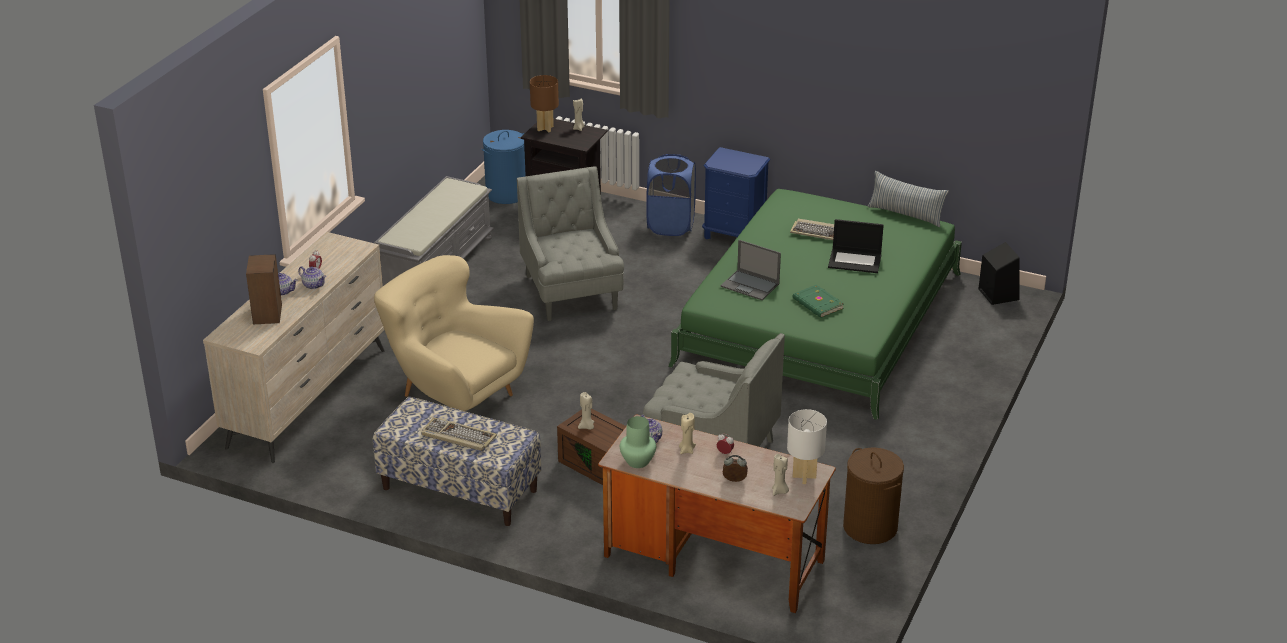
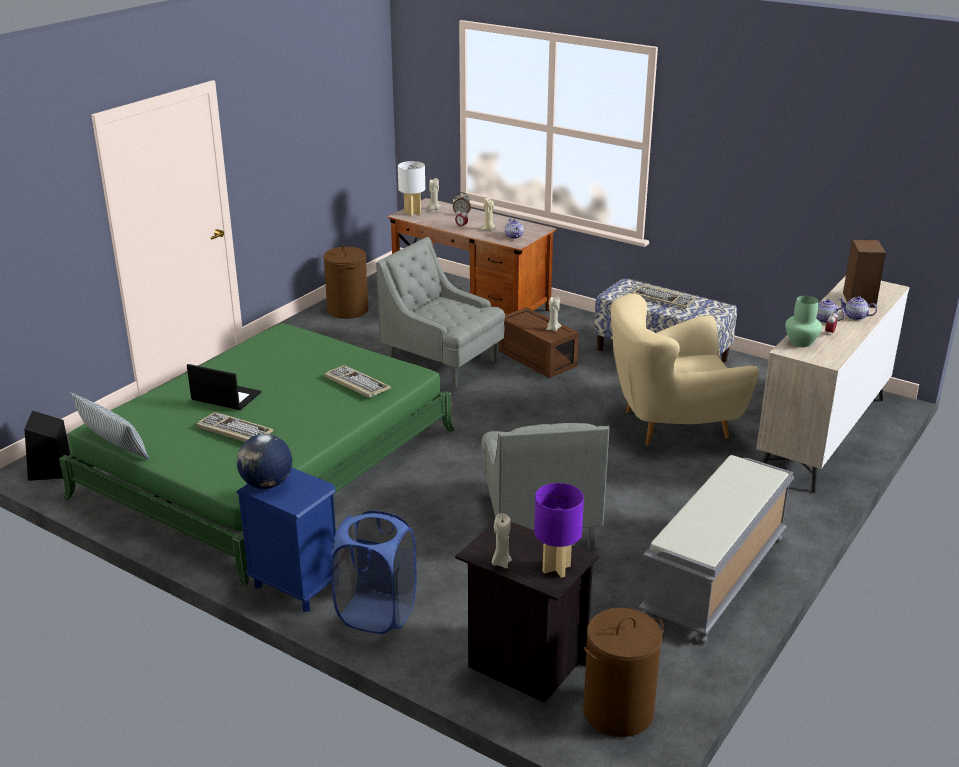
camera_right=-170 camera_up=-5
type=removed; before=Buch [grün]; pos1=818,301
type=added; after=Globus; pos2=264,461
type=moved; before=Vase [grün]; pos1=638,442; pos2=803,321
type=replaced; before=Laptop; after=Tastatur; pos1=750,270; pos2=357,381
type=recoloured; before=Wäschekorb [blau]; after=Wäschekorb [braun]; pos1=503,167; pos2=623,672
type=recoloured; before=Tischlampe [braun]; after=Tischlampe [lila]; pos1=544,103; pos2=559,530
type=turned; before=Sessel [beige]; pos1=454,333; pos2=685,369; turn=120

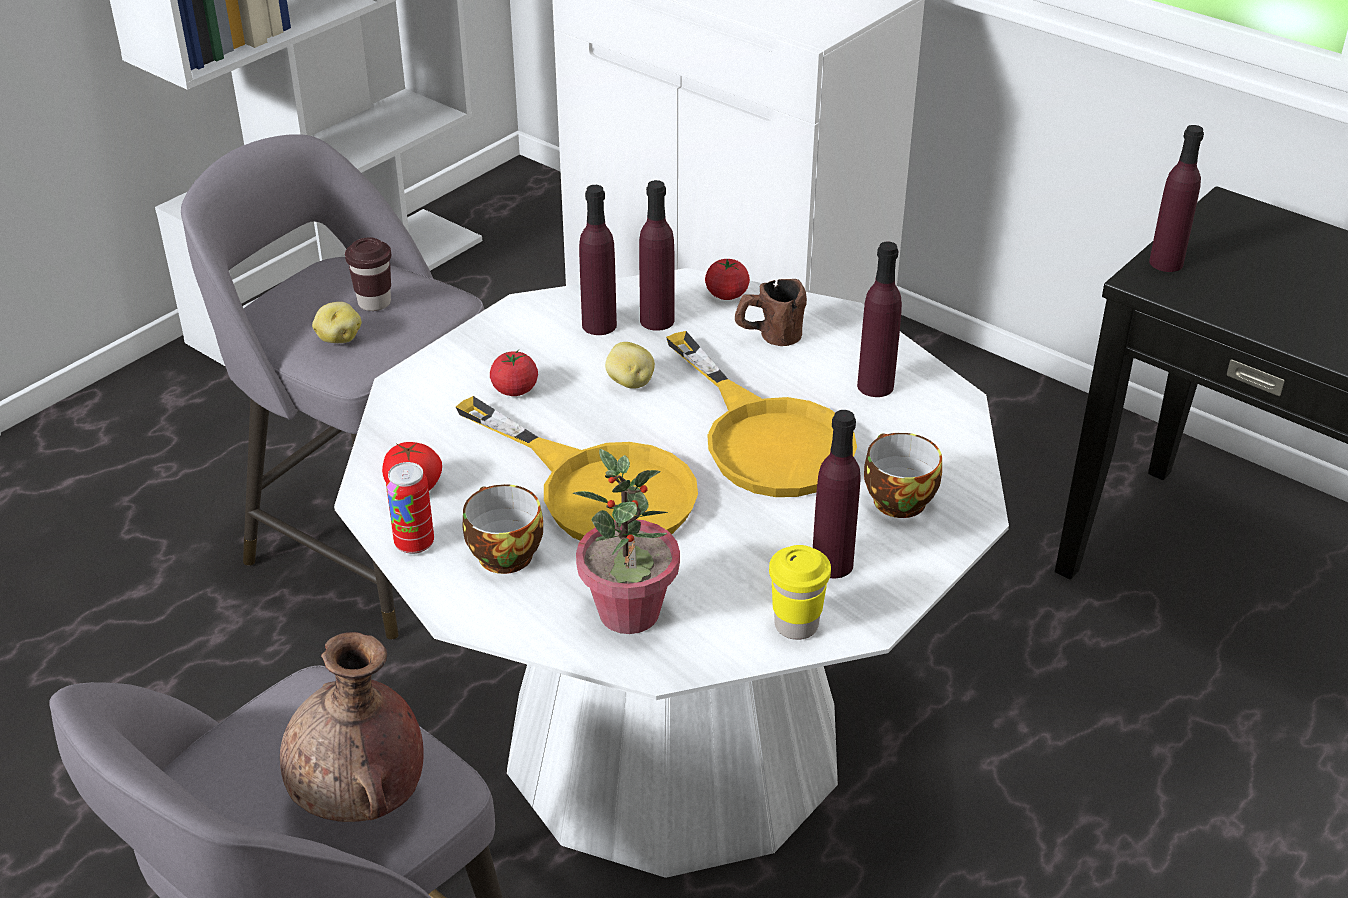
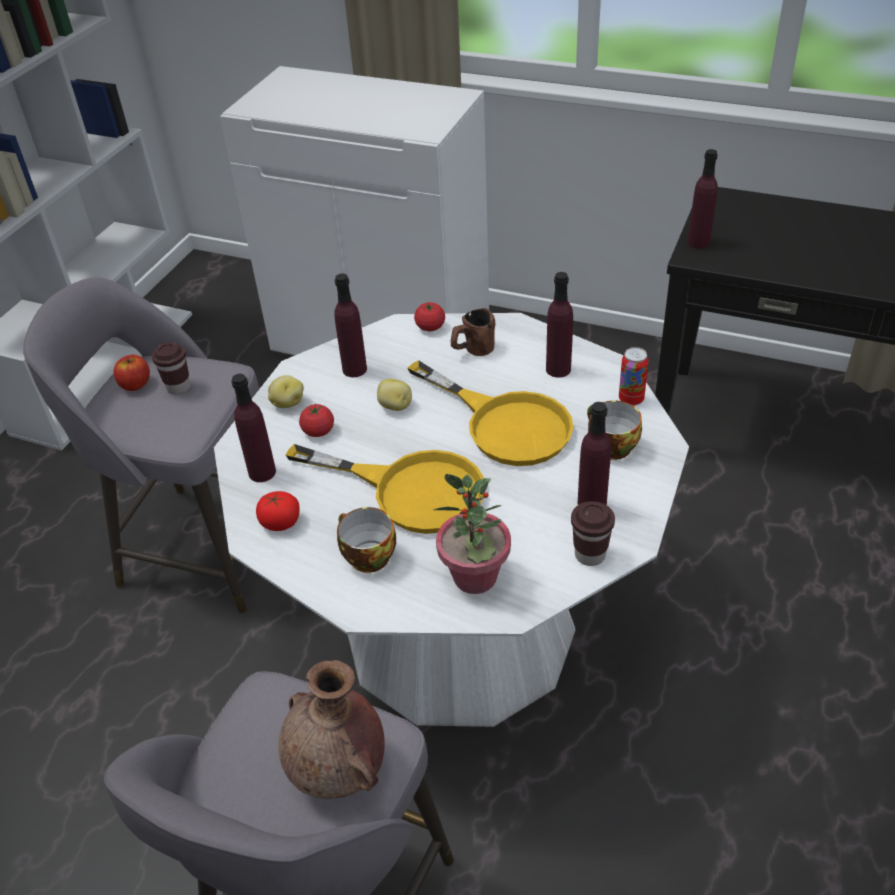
camera_right=-15 camera_up=5
type=added; after=Apfel; pos2=132,373
type=moved; before=Kartoffel; pos1=336,322; pos2=286,391
type=moved; before=Dose; pos1=410,508; pos2=634,376
type=moved; before=Flasche [lila]; pos1=657,255; pos2=253,428
type=recoloured; before=Tasse [gelb]; after=Tasse [braun]; pos1=800,592; pos2=593,533

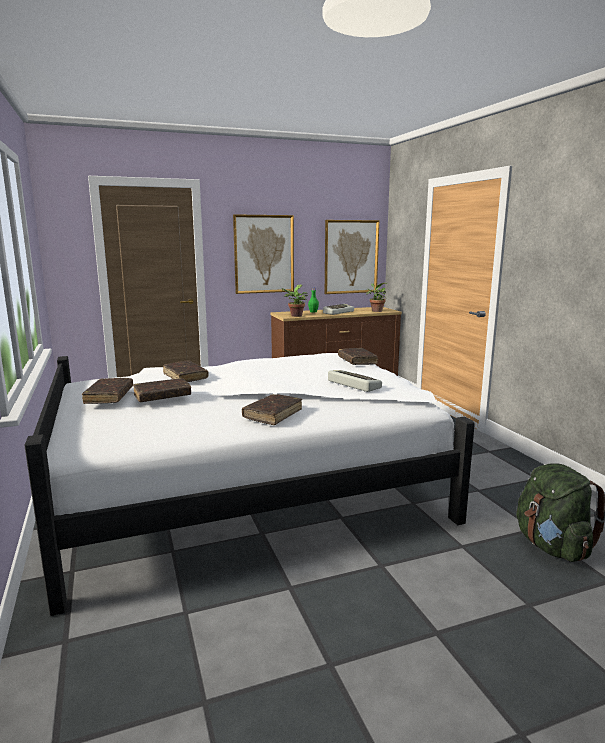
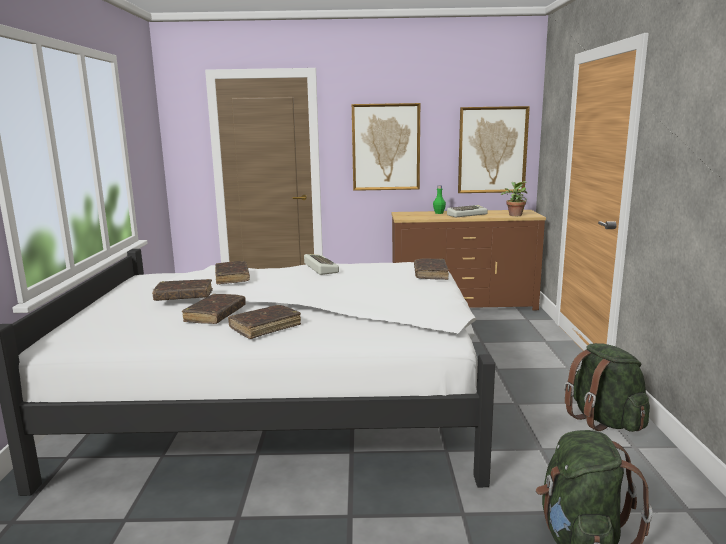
camera_right=20 camera_up=0
type=removed; before=Topfpflanze; pos1=295,301
type=added; after=Rucksack [grün]; pos2=607,387
type=moved; before=Buch [braun]; pos1=107,391; pos2=214,309
type=moved; before=Tastatur; pos1=355,381; pos2=321,264

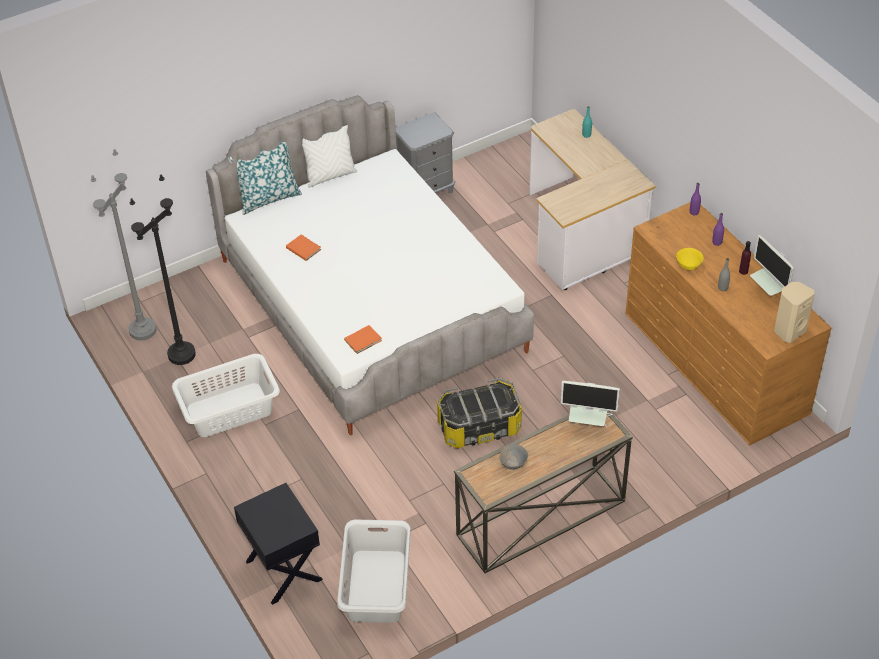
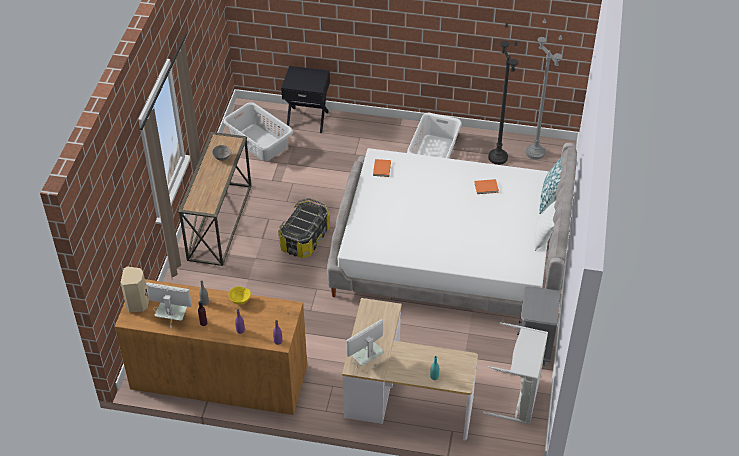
camera_right=130 camera_up=0
type=added; after=Wäschekorb [grau]; pos2=515,373
type=moved; before=Monitor; pos1=590,404; pos2=365,343

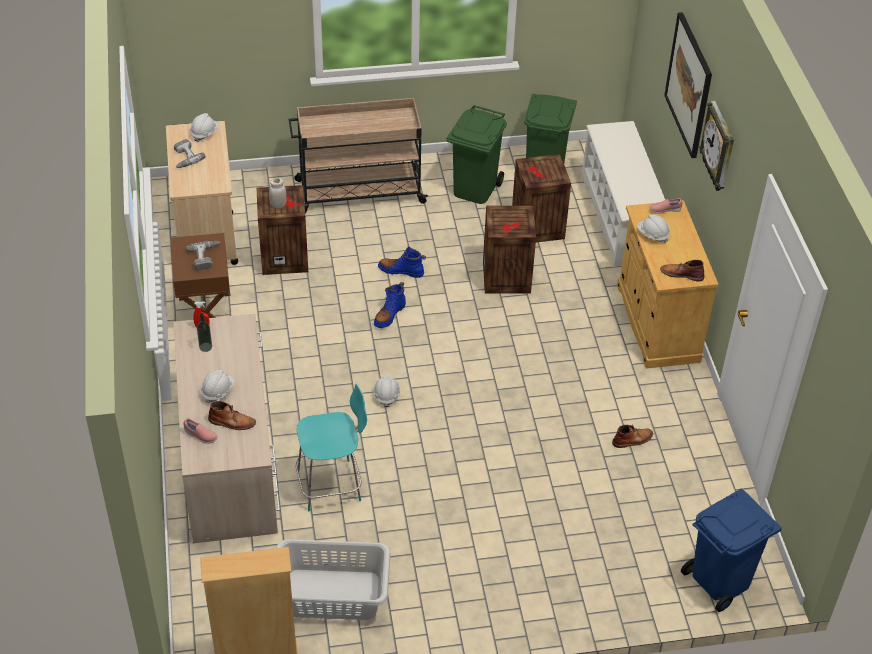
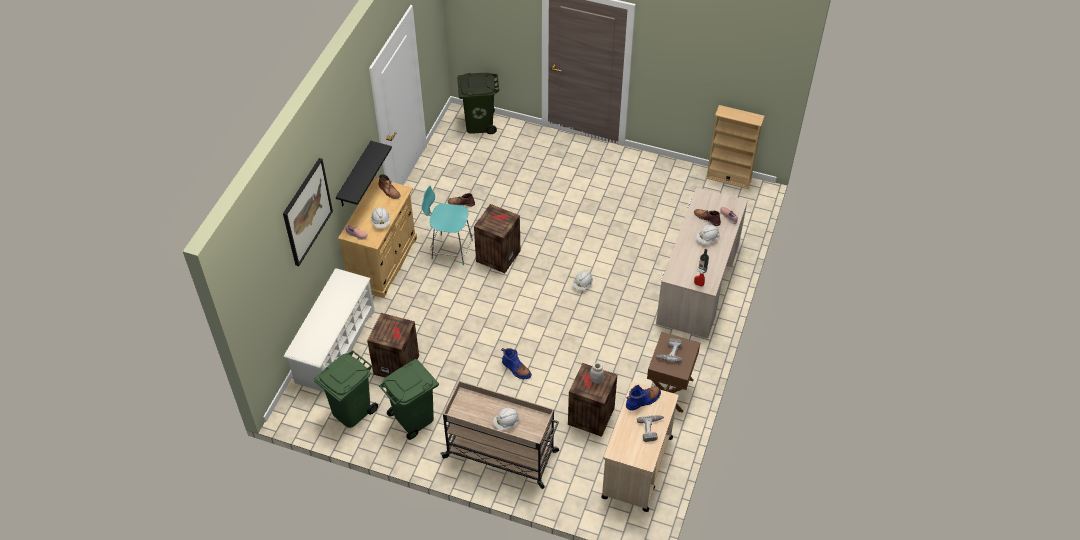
camera_right=-150 camera_up=5
type=removed; before=Wäschekorb [grau]; pos1=333,579
type=removed; before=Wanduhr; pos1=716,146
type=added; after=Wandregal [schwarz]; pos2=364,174
type=moved; before=Schutzhelm [weiß]; pos1=204,127; pos2=506,419
type=moved; before=Hocker [türkis]; pos1=331,447; pos2=447,225
type=moved; before=Stiefel [blau]; pos1=390,305; pos2=643,397
type=moved; before=Kiste; pos1=509,249; pos2=497,238
type=recoloured; before=Mülleimer [blau]; after=Mülleimer [grün]; pos1=731,550; pos2=478,103

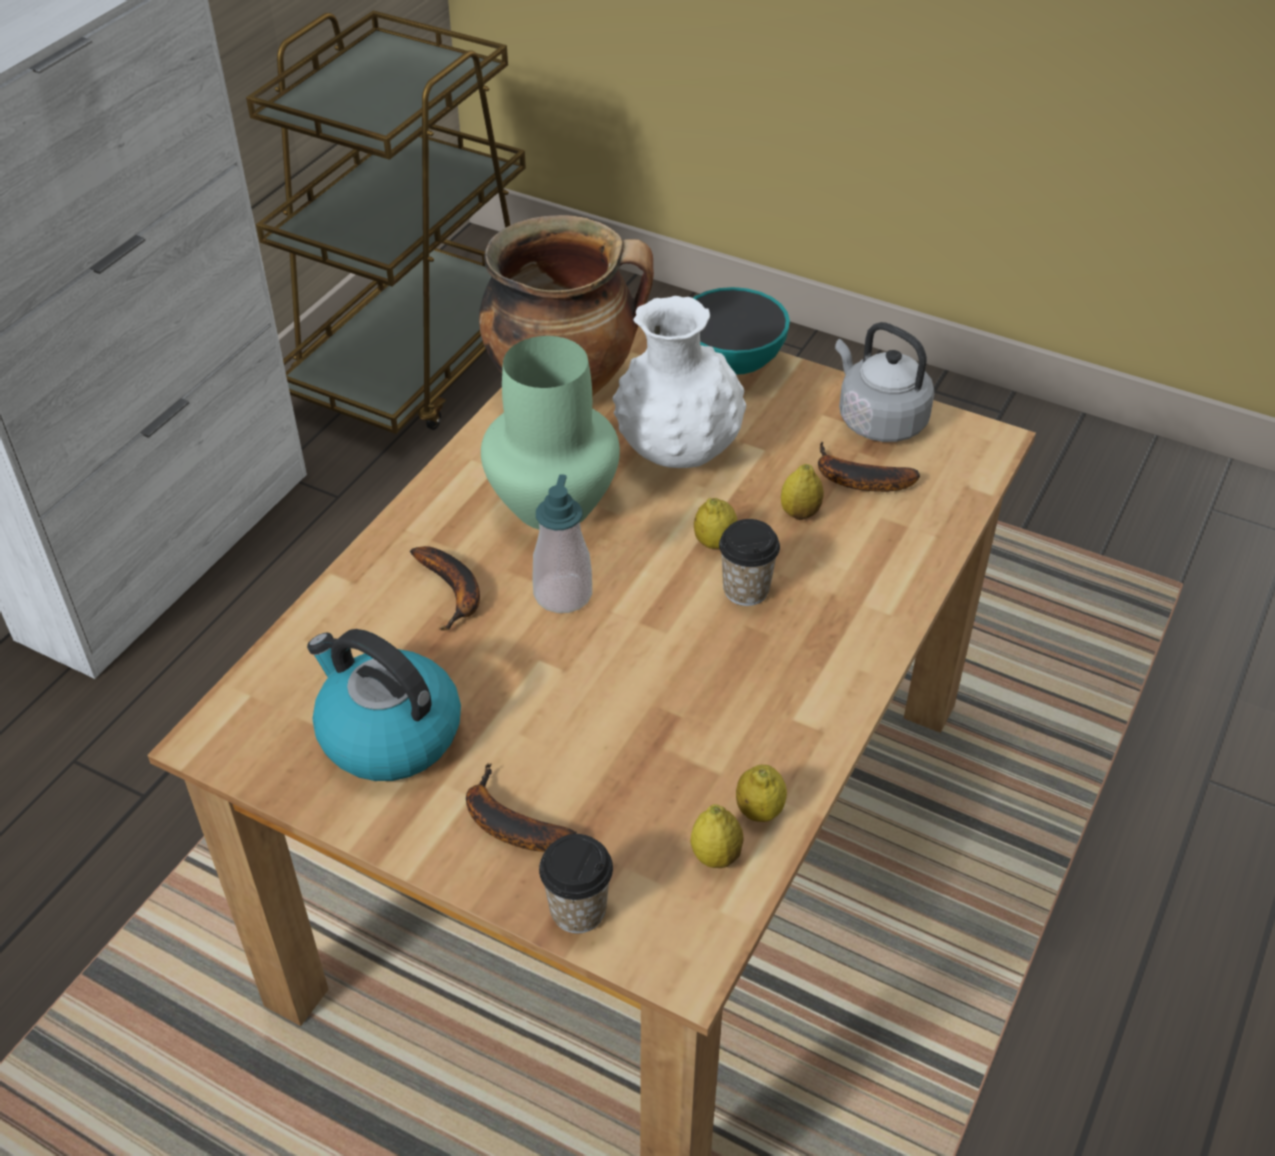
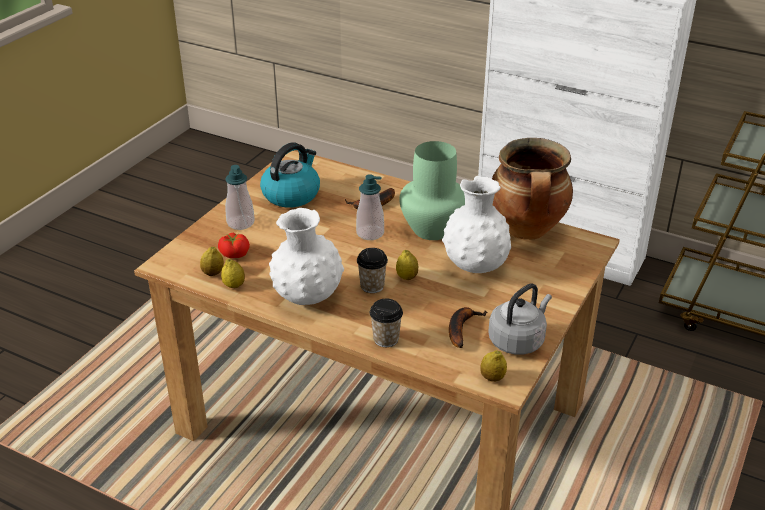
camera_right=90 camera_up=-10
type=removed; before=Schüssel; pos1=741,331
type=added; after=Tomate; pos2=234,245
type=added; after=Vase [weiß]; pos2=306,256
type=moved; before=Tasse; pos1=576,883; pos2=386,323
type=moved; before=Zitrone; pos1=802,492; pos2=493,366
type=replaced; before=Banane; after=Seifenspender; pos1=521,807; pos2=240,197

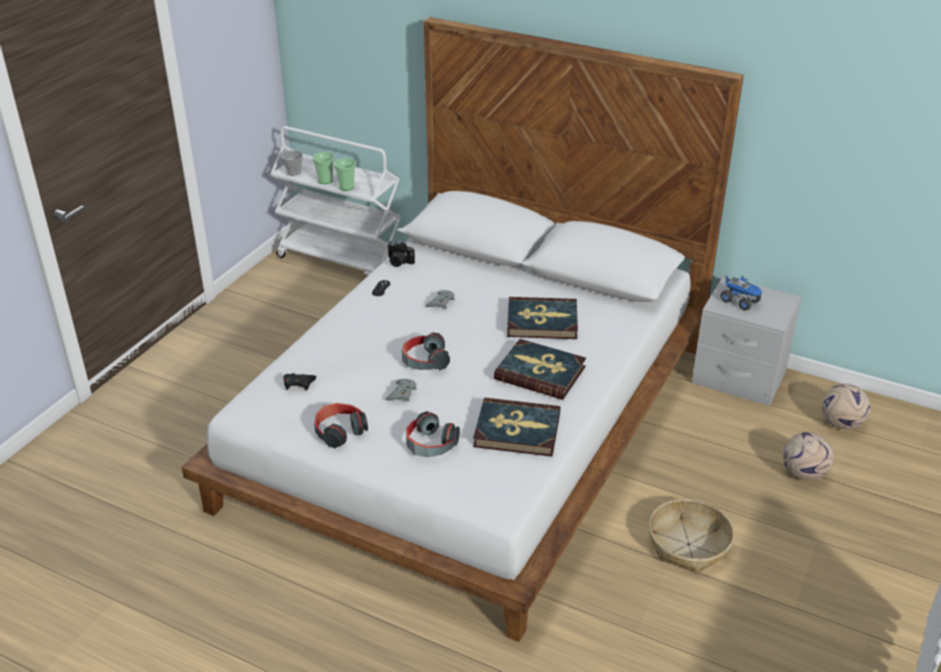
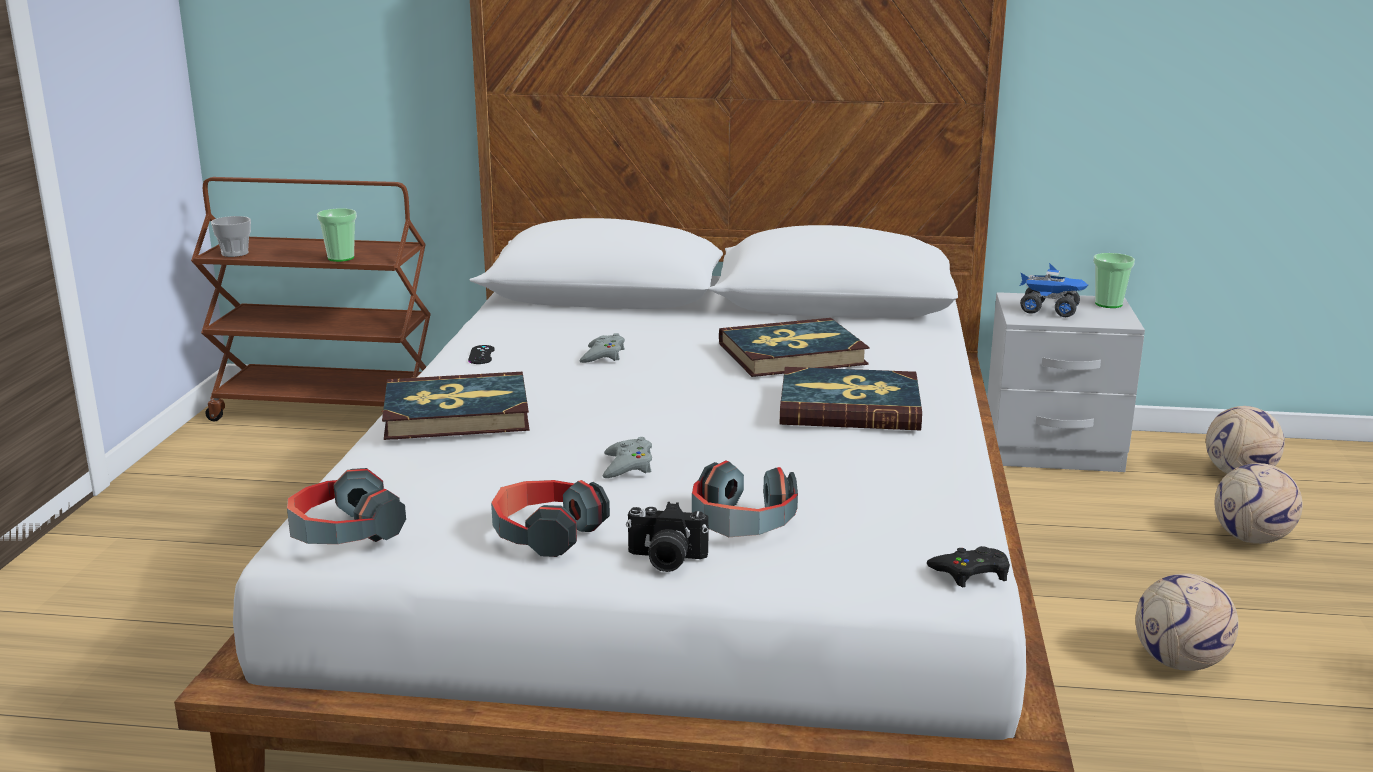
camera_right=-20 camera_up=-15
type=moved; before=Gamepad [schwarz]; pos1=299,382; pos2=968,566
type=moved; before=Tasse; pos1=323,168; pos2=1114,280
type=moved; before=Kamera; pos1=401,254; pos2=667,537
type=moved; before=Kopfhörer; pos1=426,351; pos2=346,506
type=moved; before=Buch; pos1=517,427; pos2=455,406
type=replaced; before=Korb; after=Fußball; pos1=691,536; pos2=1187,622
type=recoloured; before=Rollwagen [weiß]; after=Rollwagen [braun]; pos1=335,200; pos2=311,299

